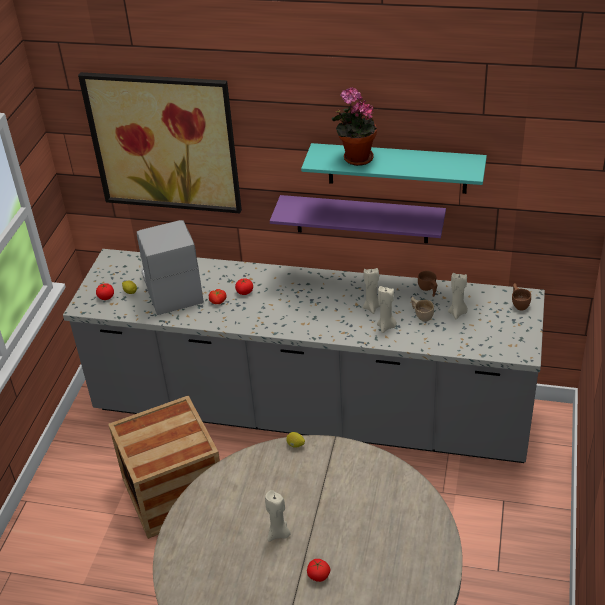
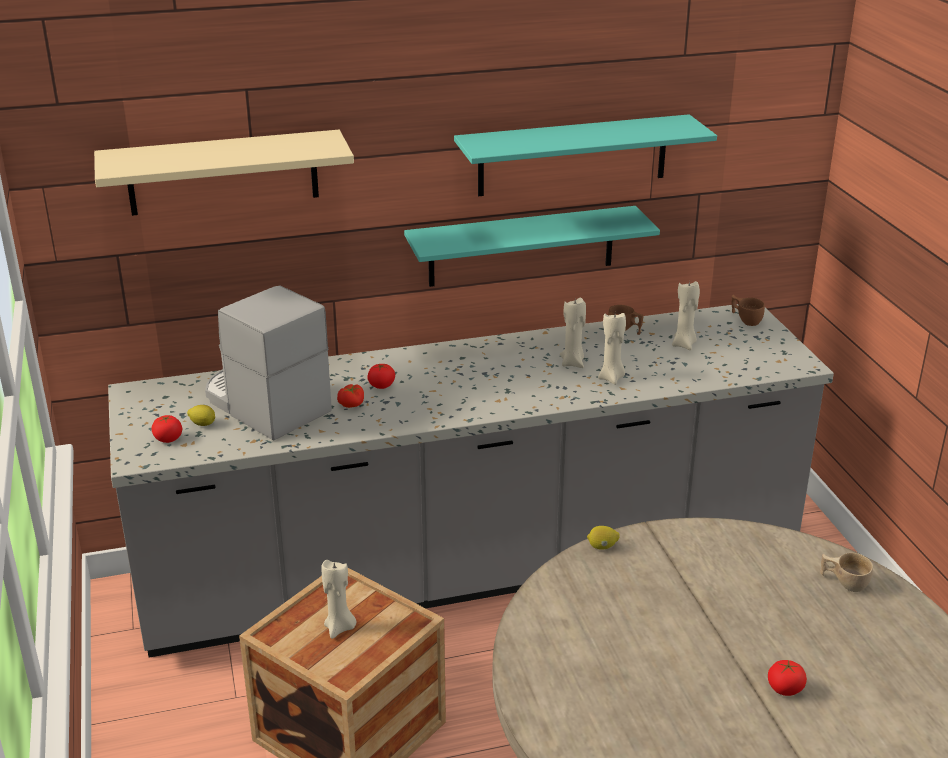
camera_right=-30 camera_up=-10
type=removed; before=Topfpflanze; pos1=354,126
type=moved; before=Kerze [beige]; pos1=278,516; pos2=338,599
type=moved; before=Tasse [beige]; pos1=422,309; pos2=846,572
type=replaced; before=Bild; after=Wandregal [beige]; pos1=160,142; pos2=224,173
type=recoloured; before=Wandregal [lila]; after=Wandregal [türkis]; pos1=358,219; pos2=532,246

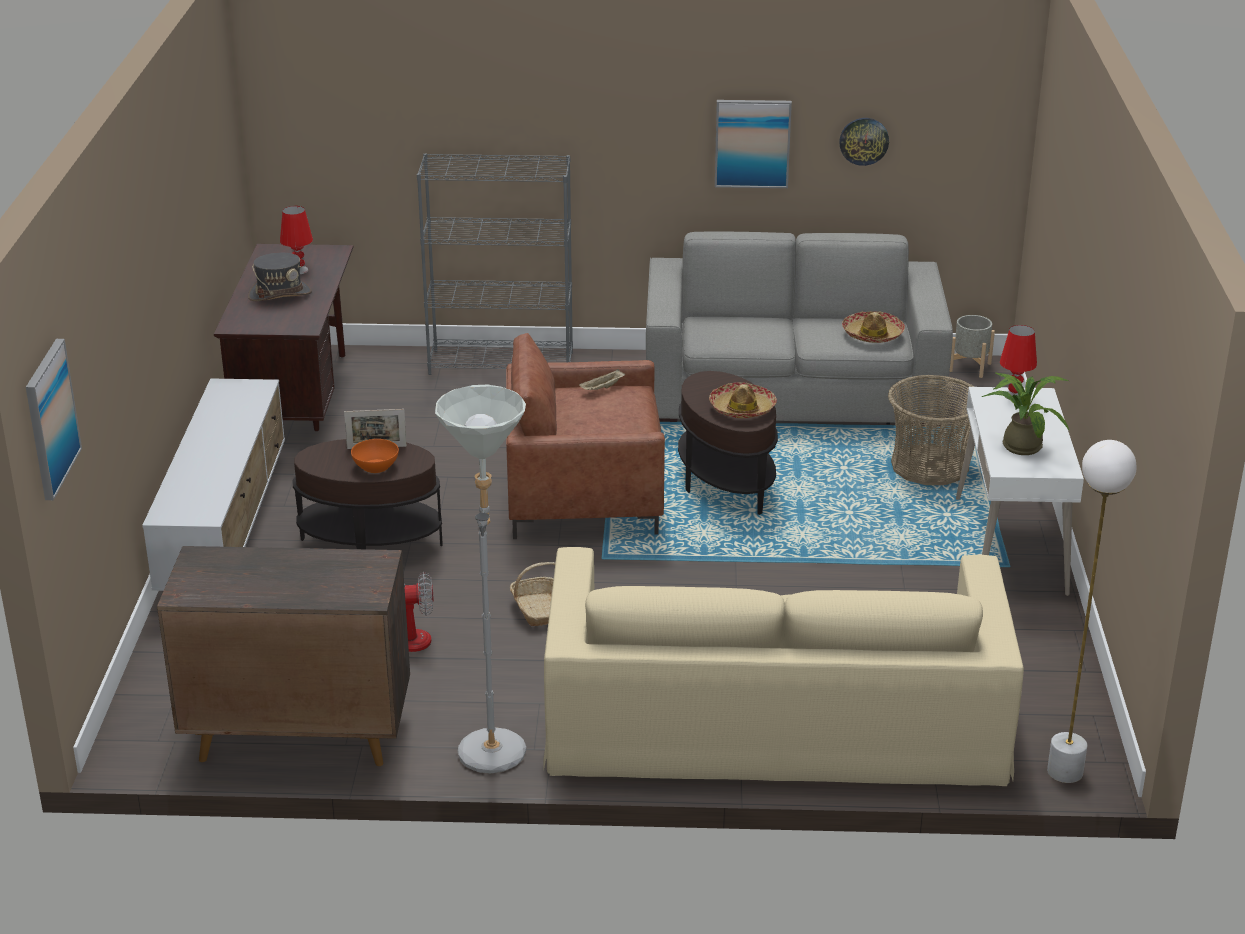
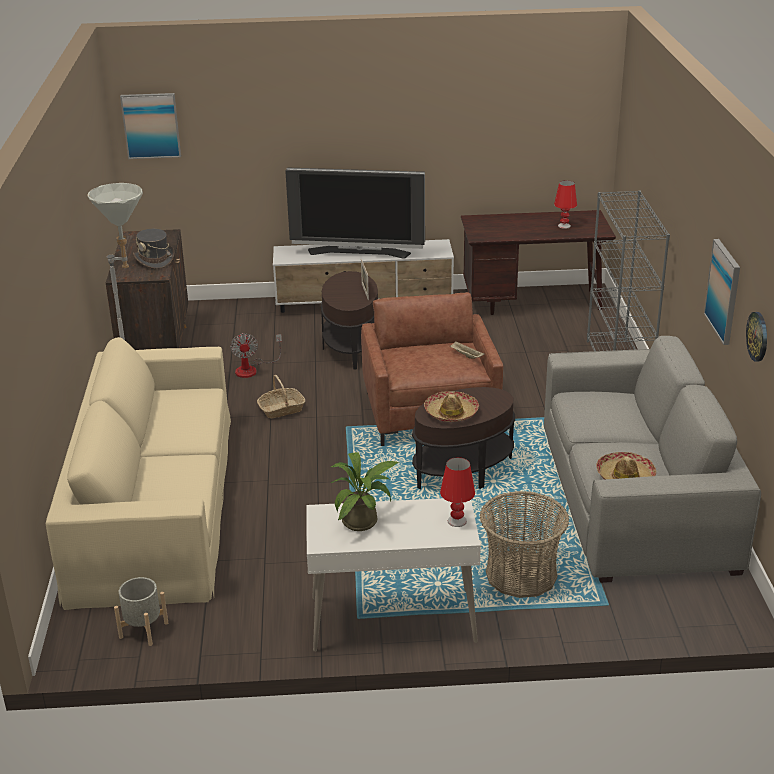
camera_right=85 camera_up=0
type=removed; before=Schüssel [orange]; pos1=375,456
type=removed; before=Stehlampe [weiß]; pos1=1092,611
type=added; after=Fernseher; pos2=355,213
type=moved; before=Hut [grau]; pos1=280,277; pos2=153,249
type=moved; before=Pflanzkübel [grau]; pos1=972,346; pos2=141,611

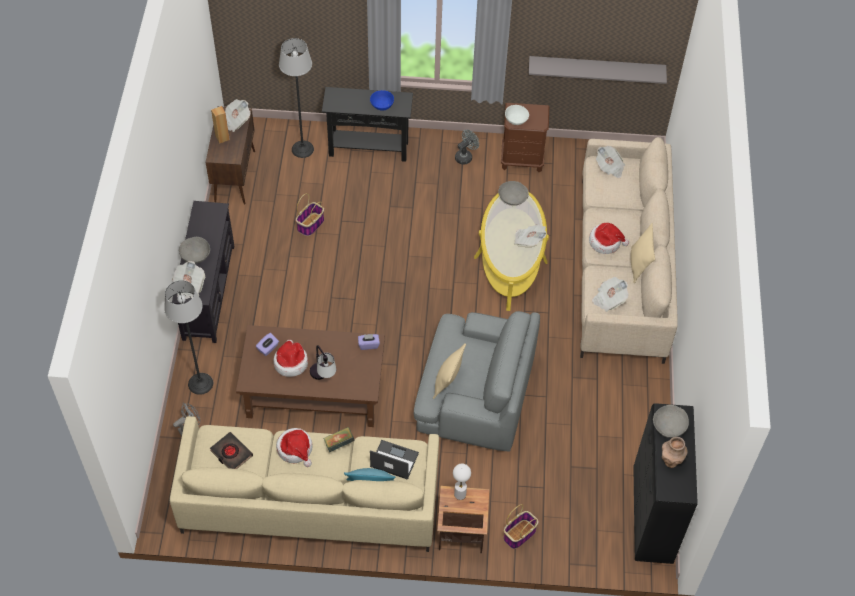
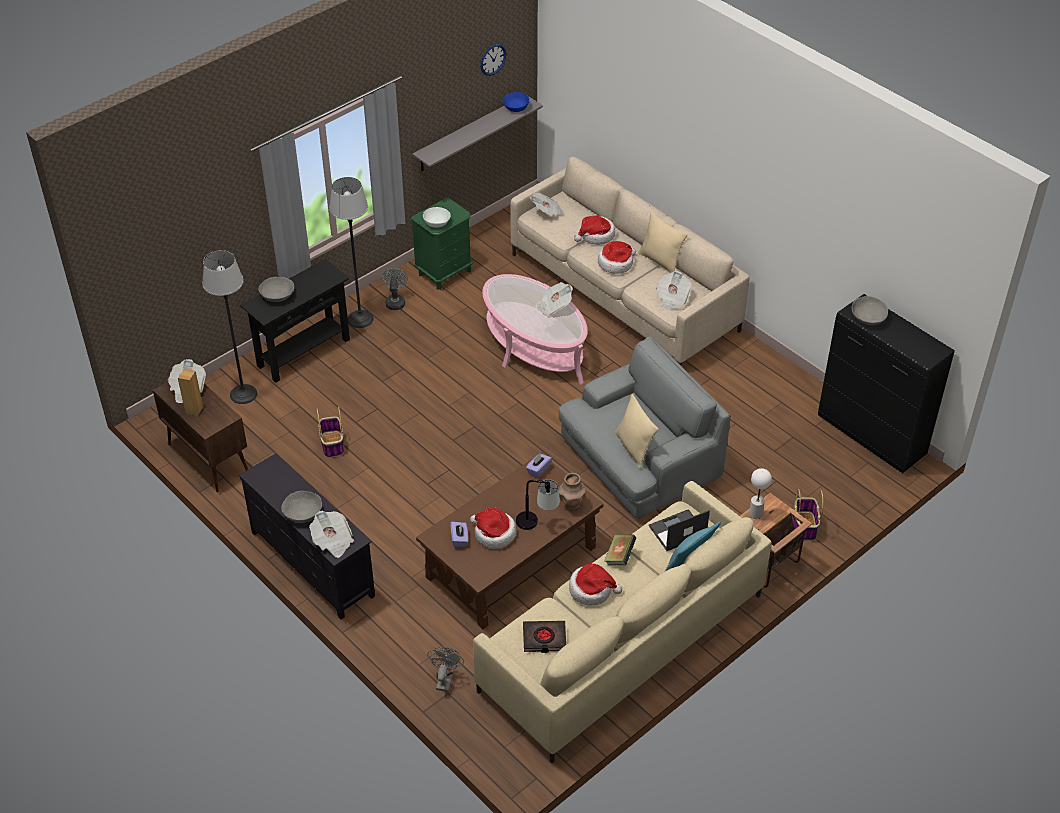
camera_right=-45 camera_up=-10
type=added; after=Wanduhr; pos2=493,60
type=added; after=Hut; pos2=594,230
type=moved; before=Stehlampe; pos1=188,337; pos2=351,252
type=moved; before=Schüssel [blau]; pos1=382,100; pos2=516,102
type=moved; before=Schüssel [grau]; pos1=513,193; pos2=276,289
type=moved; before=Vase [braun]; pos1=675,452; pos2=572,492
type=recoloured; before=Couchtisch [gelb]; after=Couchtisch [rosa]; pos1=511,251; pos2=535,329
type=recoloured; before=Nachttisch [braun]; after=Nachttisch [grün]; pos1=525,137; pos2=442,243

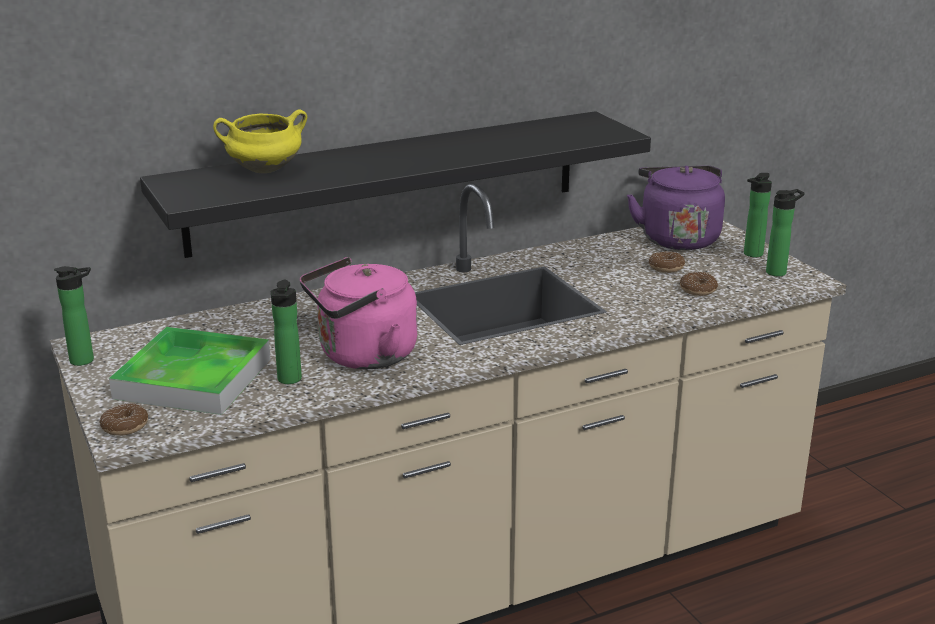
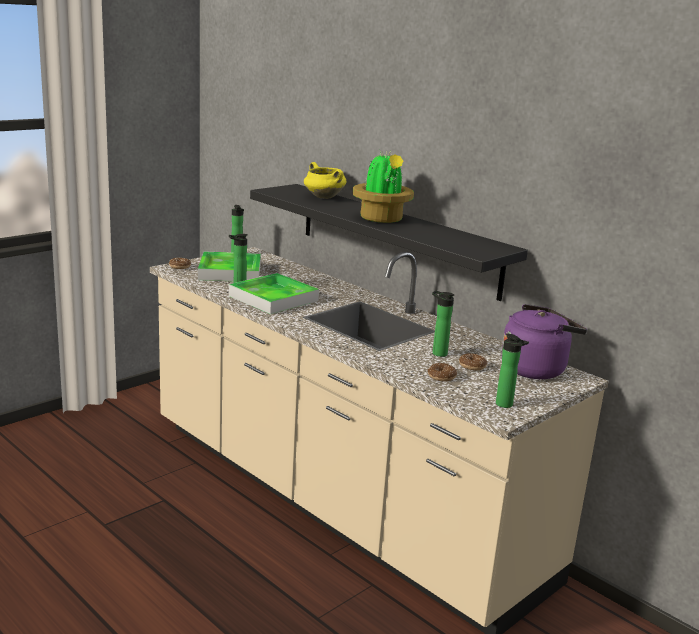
camera_right=70 camera_up=-5
type=added; after=Topfpflanze; pos2=383,186
type=moved; before=Flasche; pos1=758,215; pos2=443,323
type=replaced; before=Wasserkessel [rosa]; after=Tablett; pos1=358,313; pos2=274,293

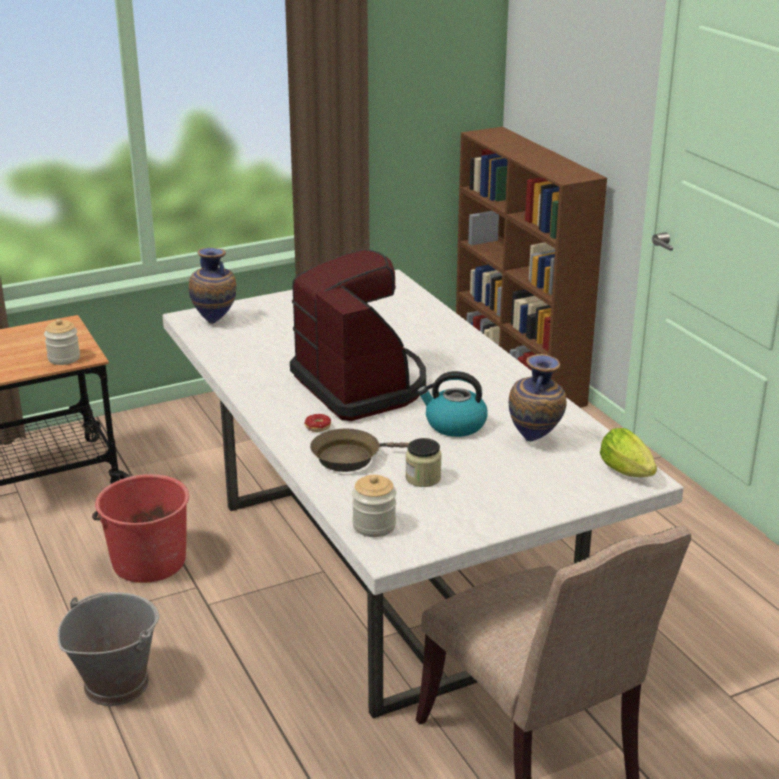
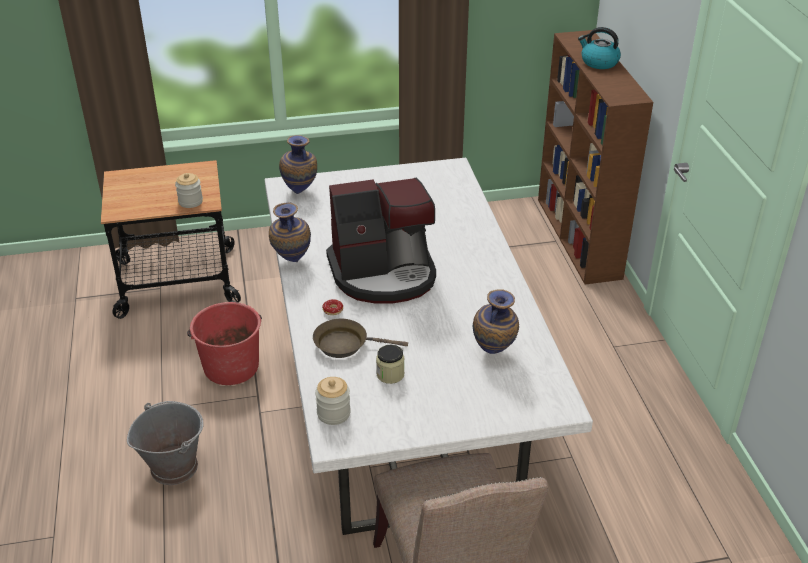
camera_right=15 camera_up=10
type=removed; before=Salatkopf; pos1=628,452
type=added; after=Vase; pos2=290,232
type=moved; before=Wasserkessel; pos1=452,404; pos2=599,48
type=turned; before=Kaffeemaschine; pos1=358,335; pos2=381,240; turn=90

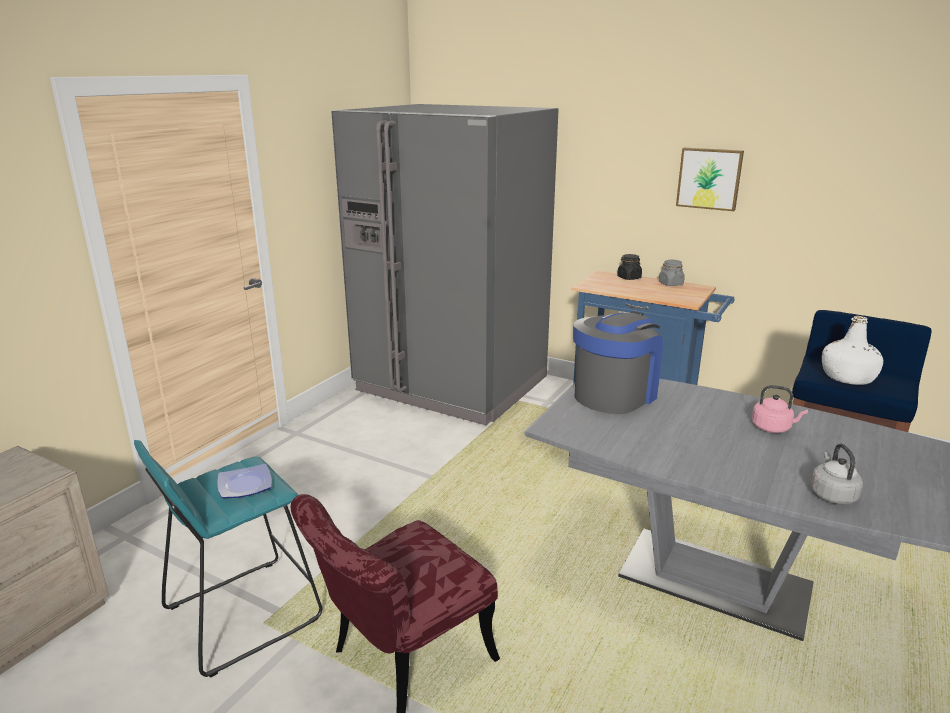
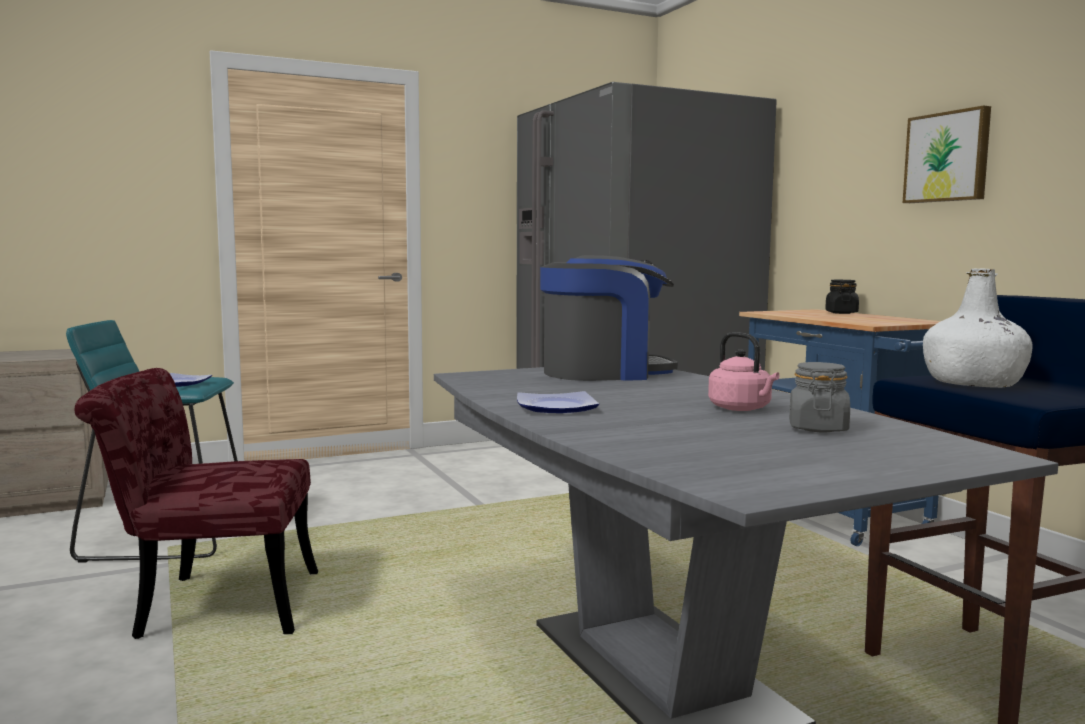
camera_right=35 camera_up=-15
type=removed; before=Wasserkessel [grau]; pos1=837,474
type=added; after=Teller; pos2=558,402
type=moved; before=Vorratsglas [grau]; pos1=672,273; pos2=819,397

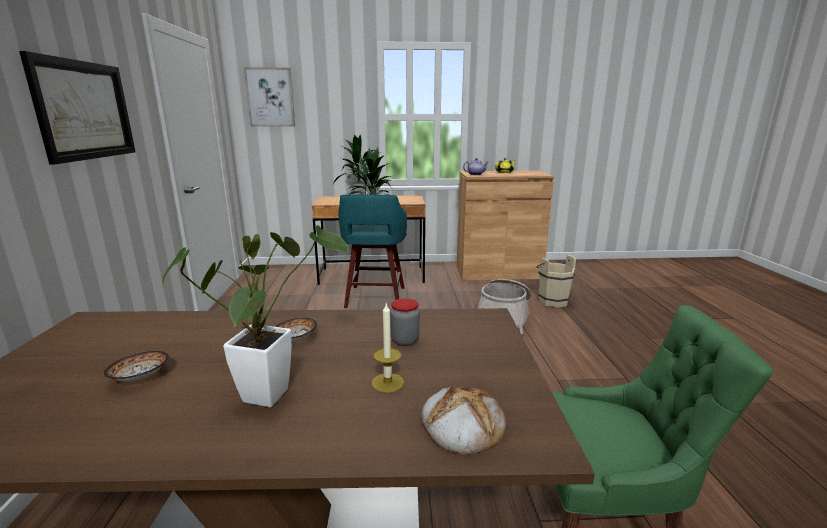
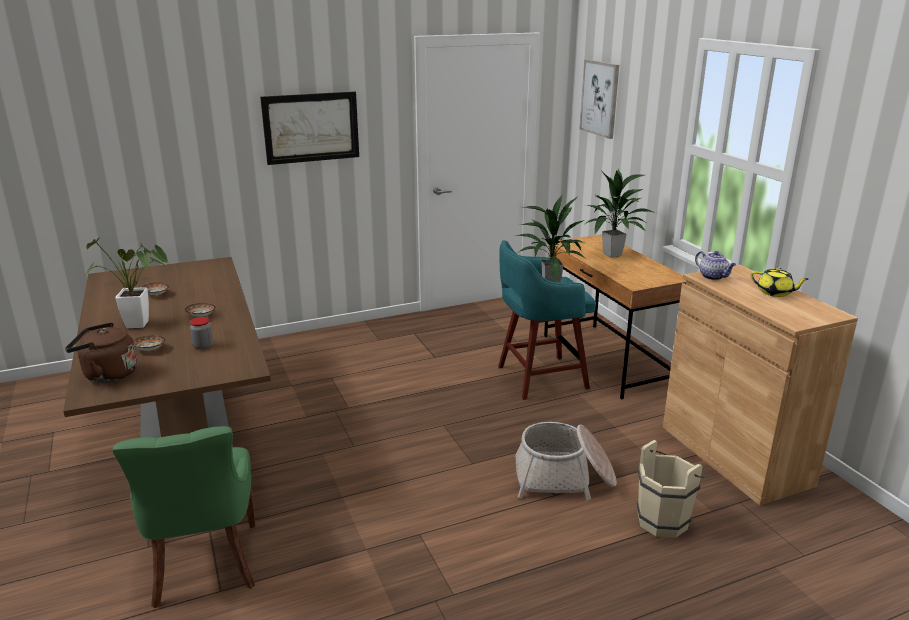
camera_right=70 camera_up=5
type=replaced; before=Kerze; after=Schüssel; pos1=388,348; pos2=149,343
type=replaced; before=Brot; after=Wasserkessel [braun]; pos1=464,420; pos2=101,352

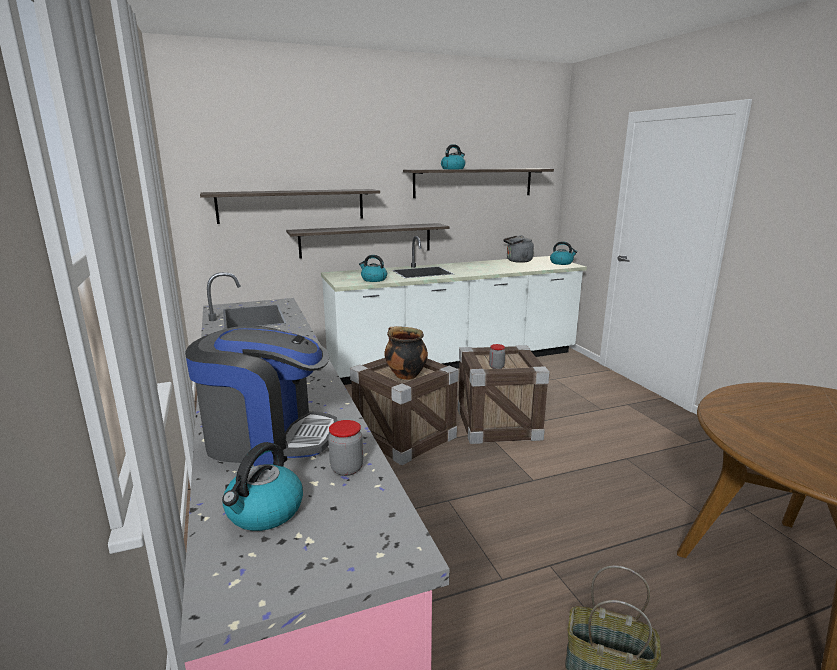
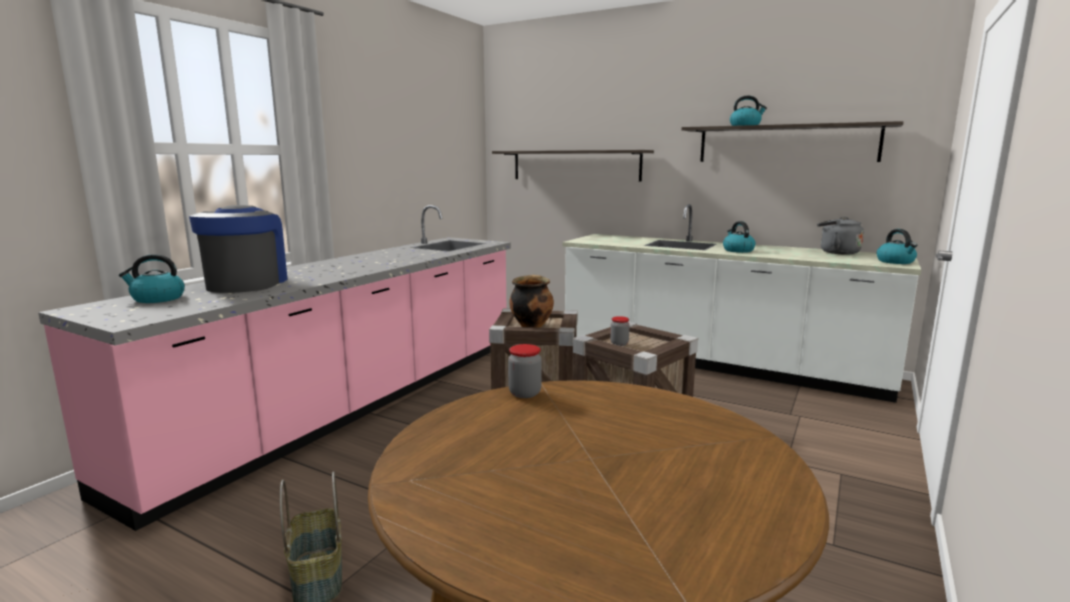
camera_right=50 camera_up=-5
type=removed; before=Wandregal; pos1=367,240
type=moved; before=Vorratsglas; pos1=345,448; pos2=525,371
type=moved; before=Wasserkessel; pos1=373,268; pos2=739,237
type=turned; before=Kaffeemaschine; pos1=261,396; pos2=238,249; turn=-150

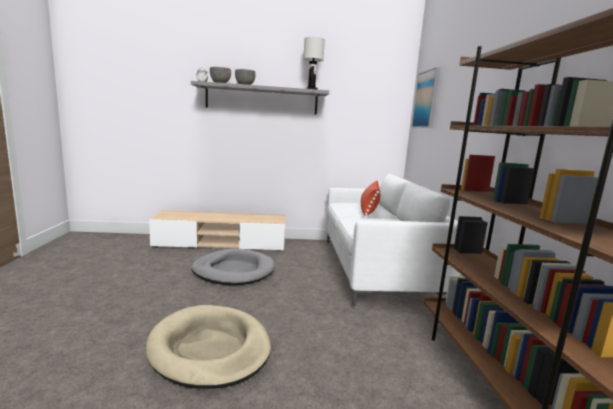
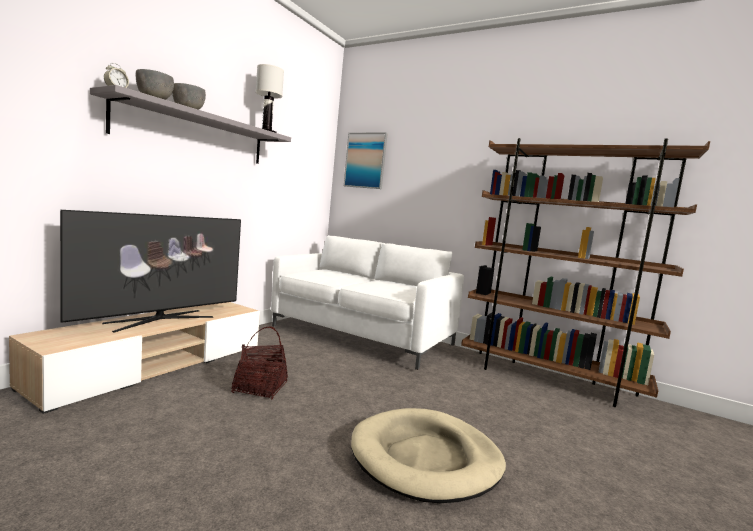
camera_right=-55 camera_up=-5
type=removed; before=Kissen [rot]; pos1=370,198
type=added; after=Fernseher; pos2=150,271
type=replaced; before=Hundebett [grau]; after=Korb; pos1=233,266; pos2=259,363

